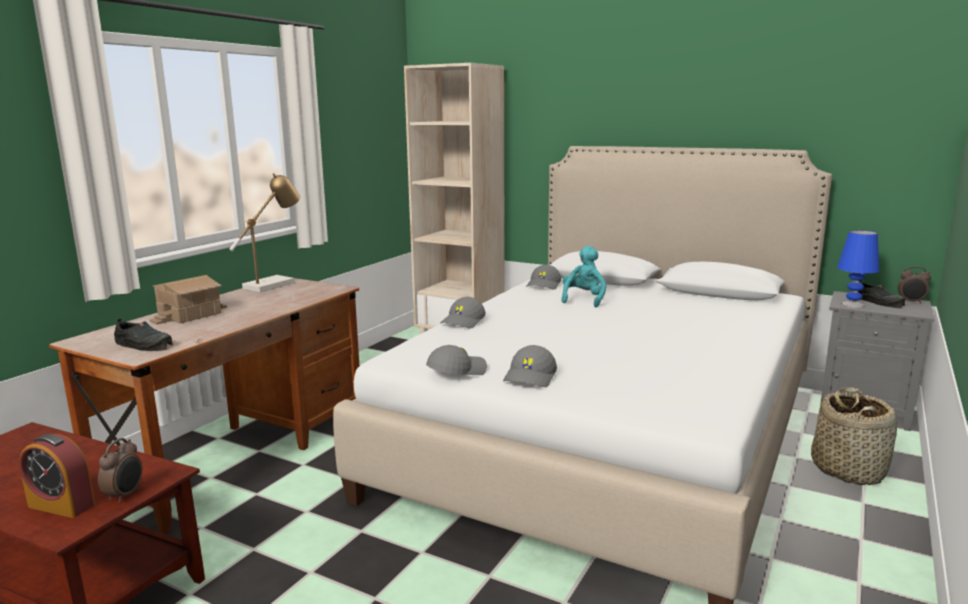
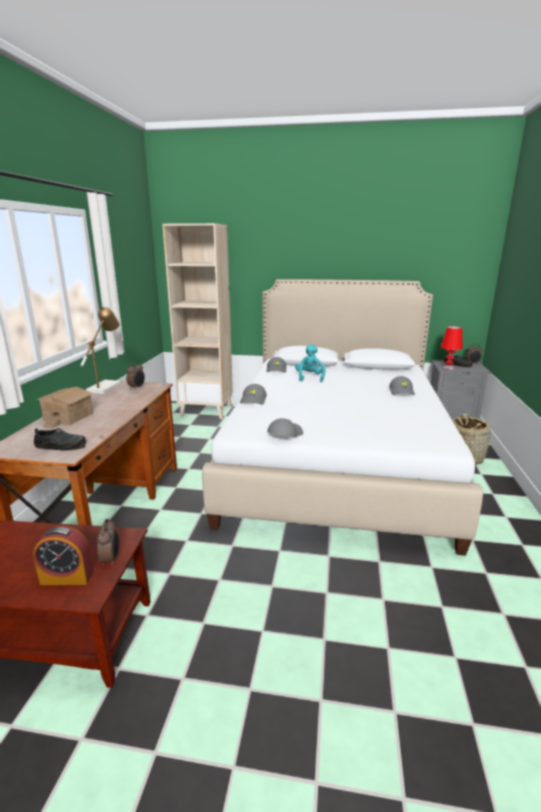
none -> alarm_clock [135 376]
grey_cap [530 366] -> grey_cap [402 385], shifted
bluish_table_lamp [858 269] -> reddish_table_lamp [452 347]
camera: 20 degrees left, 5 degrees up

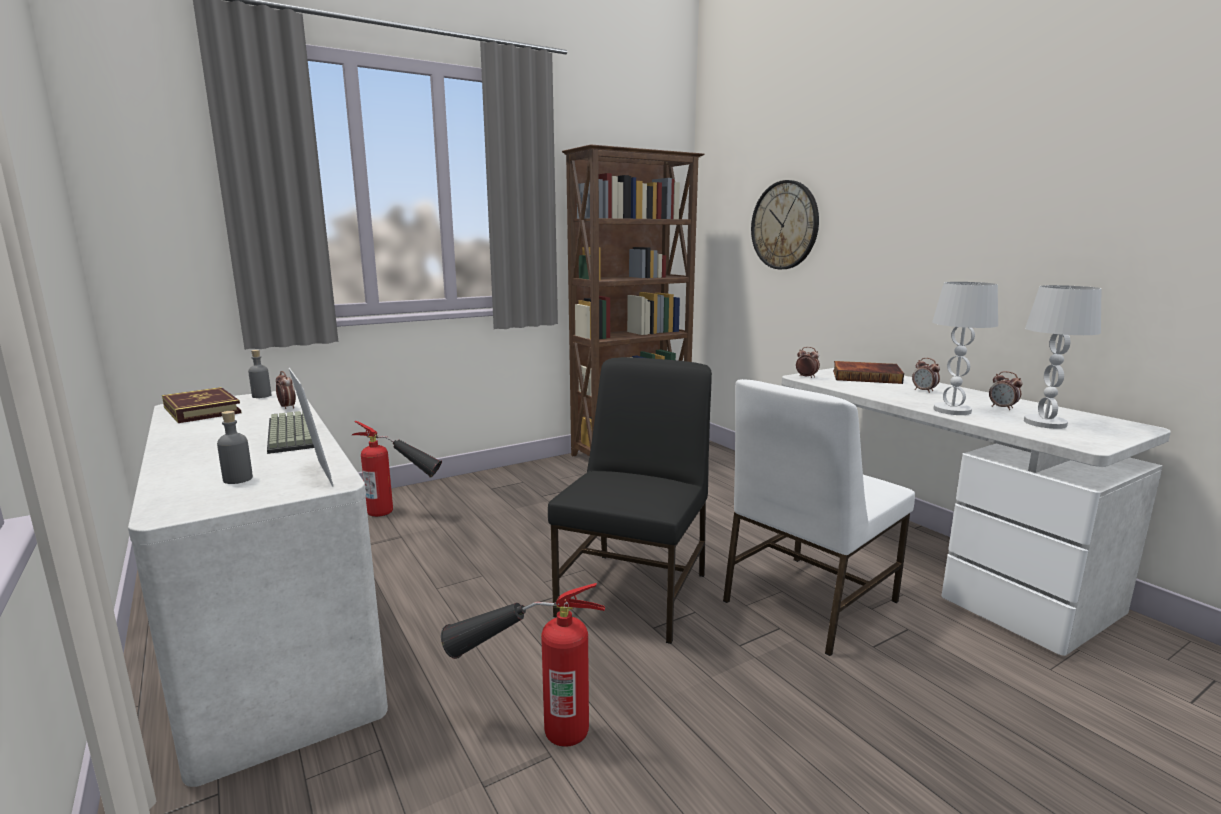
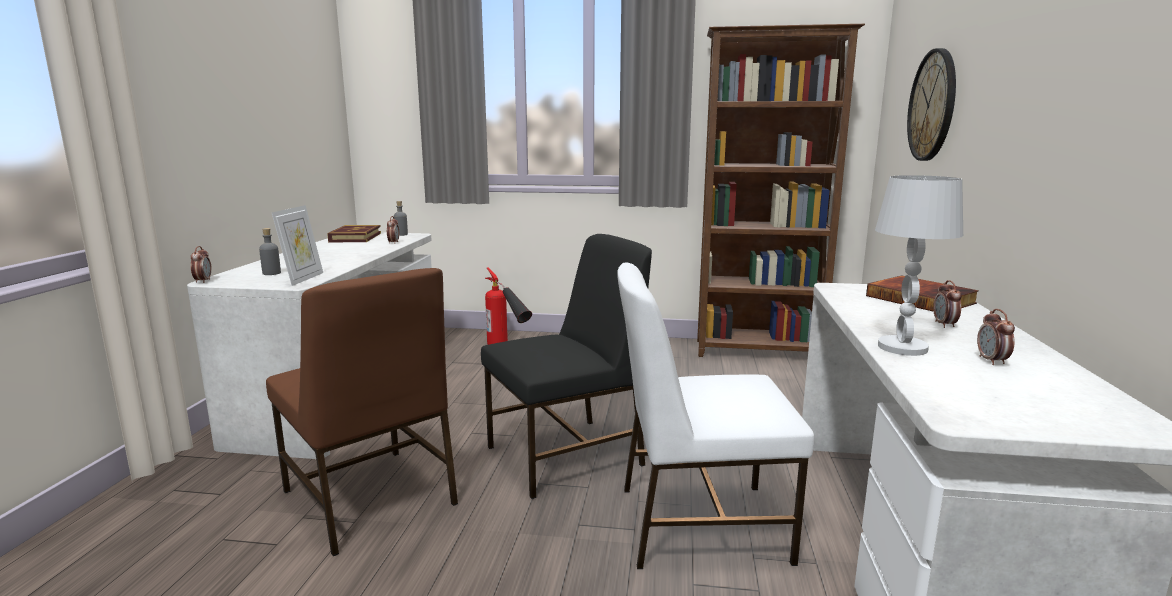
PC_keyboard [290 432] -> none
whitish_table_lamp [1062 357] -> none
alarm_clock [808 362] -> alarm_clock [201 264], shifted
fire_extinguisher [523 665] -> brownish_plain_chair [362 412]
camera: 40 degrees right, 0 degrees up

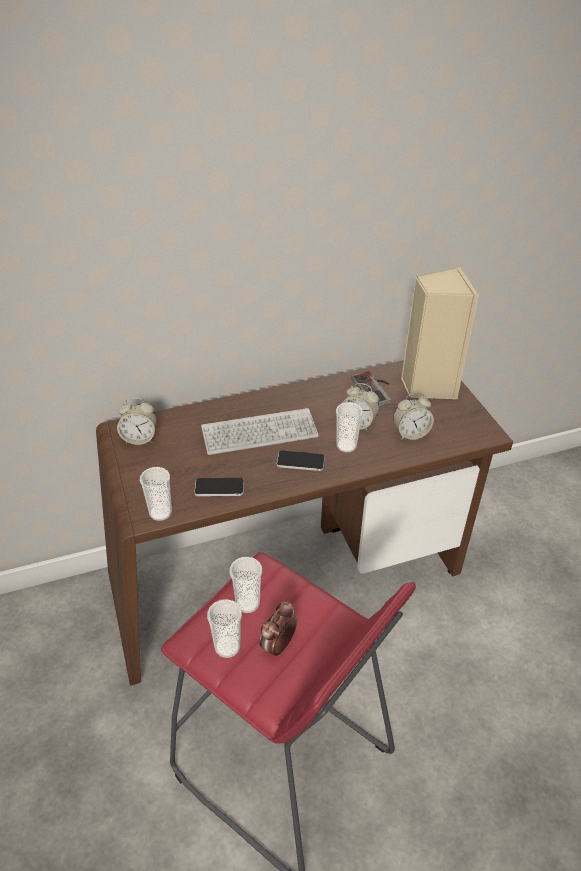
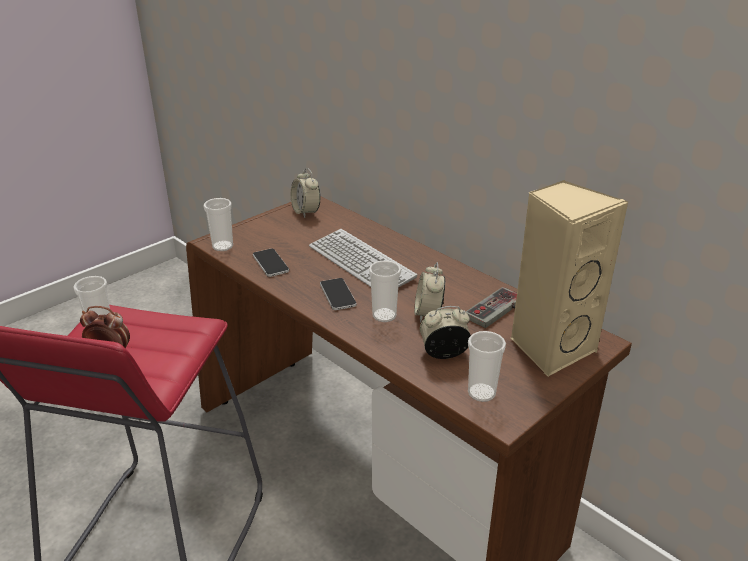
small_cup [245 585] -> small_cup [487 366], shifted
alarm_clock [413 416] -> alarm_clock [445 332], 120 degrees clockwise
camera: 65 degrees right, 10 degrees down

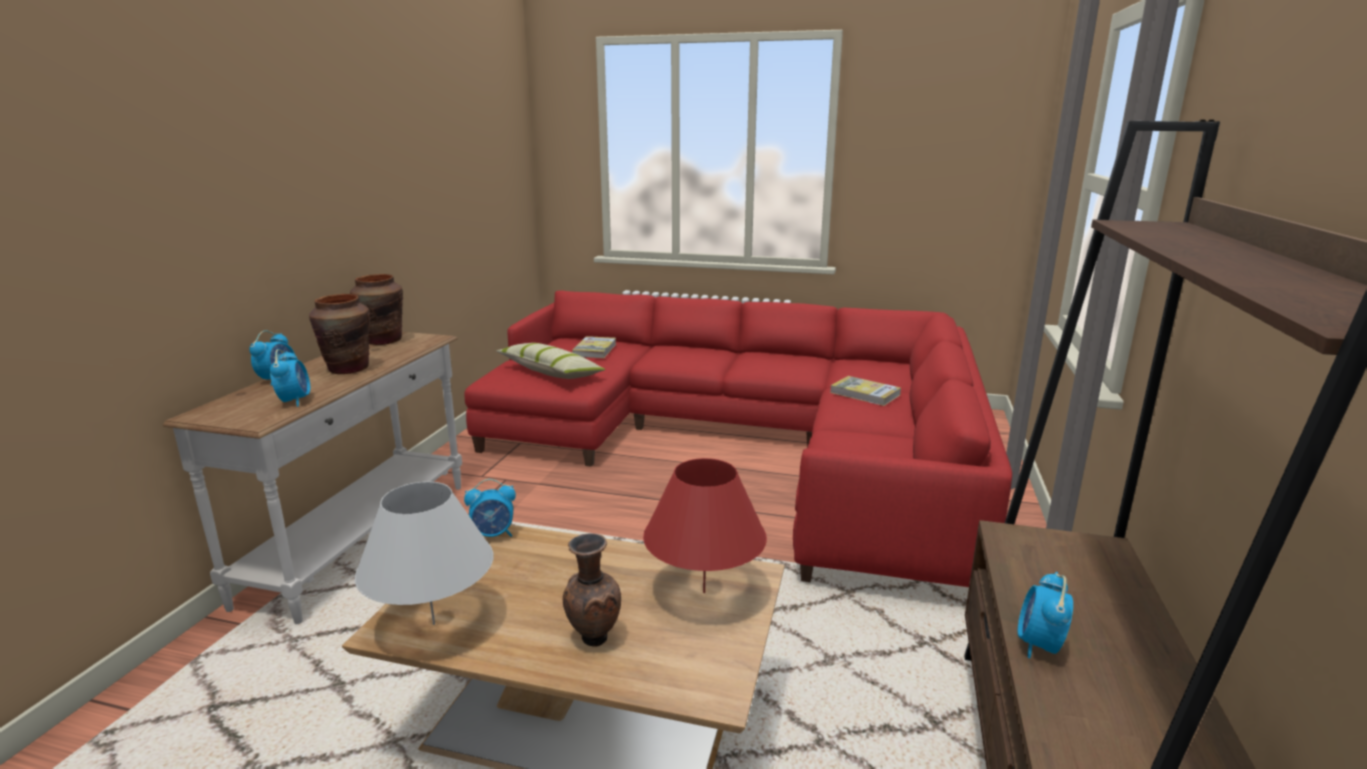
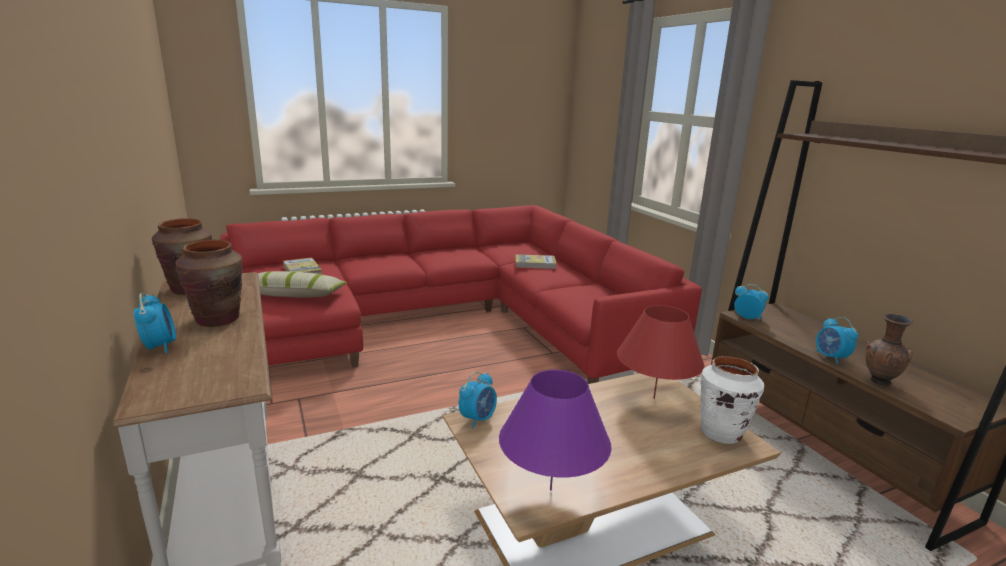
none -> whitish_decorative_vase [732 400]
alarm_clock [290 378] -> alarm_clock [751 302], shifted
brownish_decorative_vase [592 590] -> brownish_decorative_vase [889 350], shifted
whitish_table_lamp [424 553] -> purple_table_lamp [555 430]
camera: 40 degrees left, 0 degrees up

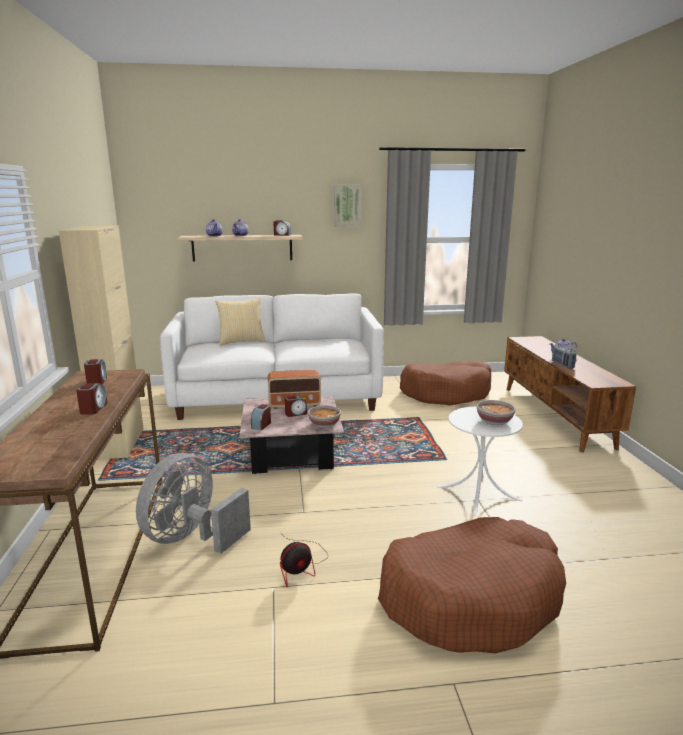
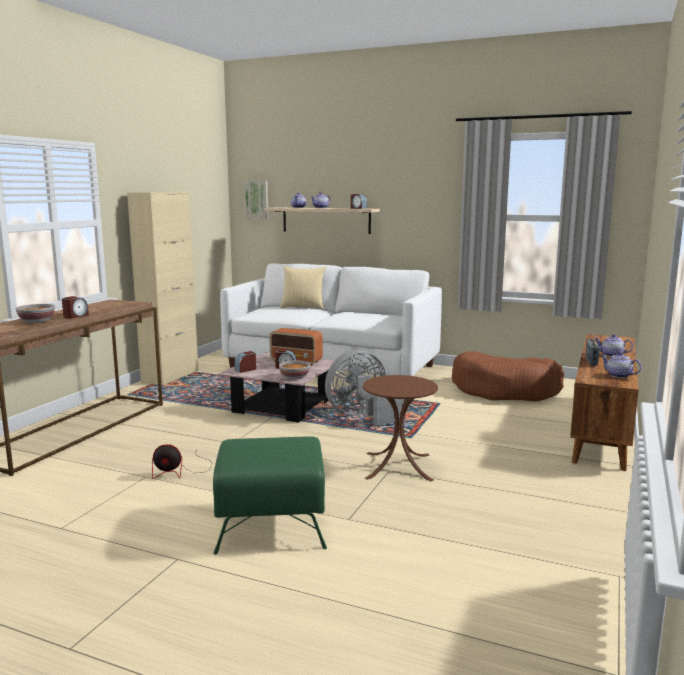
alarm_clock [95 371] -> none
none -> teapot [621 365]
grey_cooling_fan [193 503] -> grey_cooling_fan [365 388], shifted
picture [348 206] -> picture [256 199], shifted
bowl [496 412] -> bowl [35 313], shifted
brownish_pet_bed [472 585] -> green_pouffe [270 496]
whitish_side_table [480 461] -> brownish_side_table [400 428]
camera: 30 degrees right, 5 degrees down

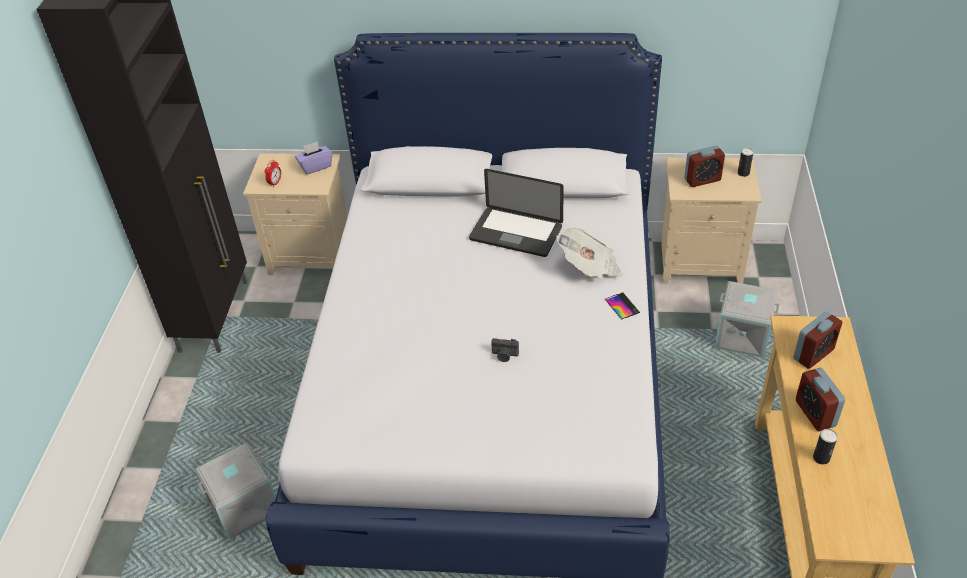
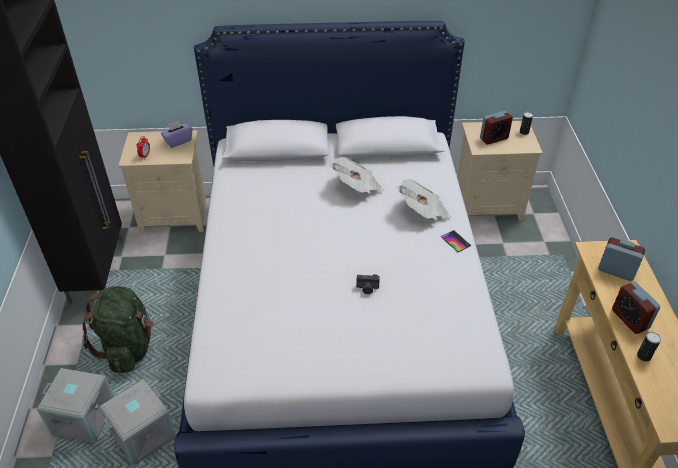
none -> green_backpack [118 329]
grey_storage_bin [746 319] -> grey_storage_bin [75 405], shifted
notebook_computer [516 213] -> daily_paper [357 175]
alarm_clock [817 340] -> alarm_clock [621 259], 105 degrees counterclockwise
camera: 10 degrees left, 0 degrees up

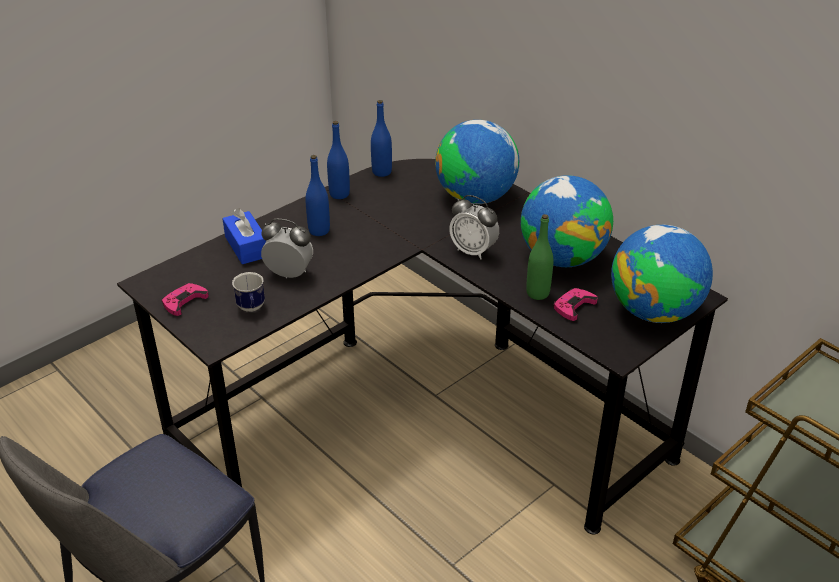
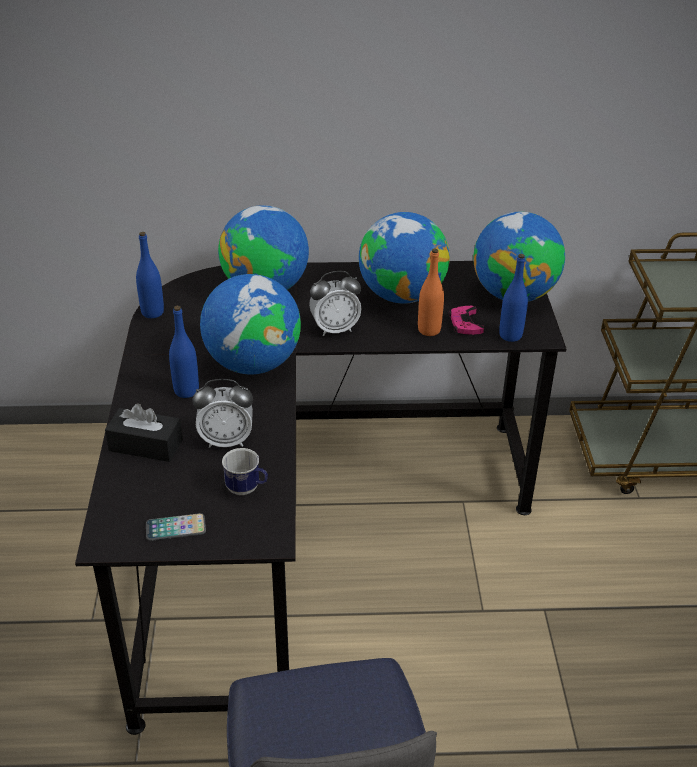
none -> world_globe [250 324]
bluish_beverage_bottle [338 160] -> bluish_beverage_bottle [513 298], shifted
pink_joypad [185 299] -> telephone [176 527]
bluish_tissue_box [244 236] -> black_tissue_box [144 432]
green_beverage_bottle [539 257] -> orangey_beverage_bottle [431 292]
alarm_clock [287 248] -> alarm_clock [222 413], 150 degrees counterclockwise
camera: 50 degrees left, 0 degrees up

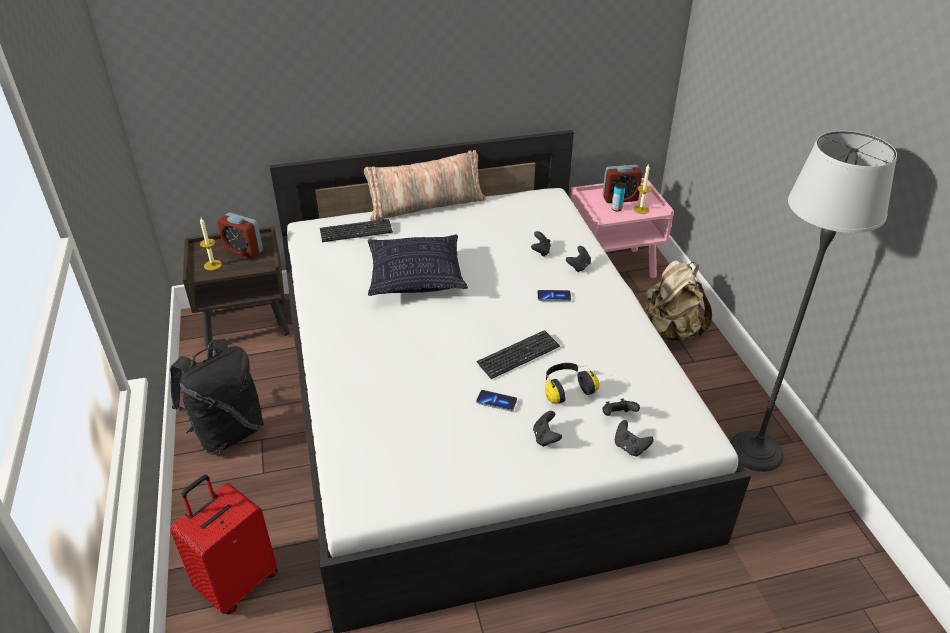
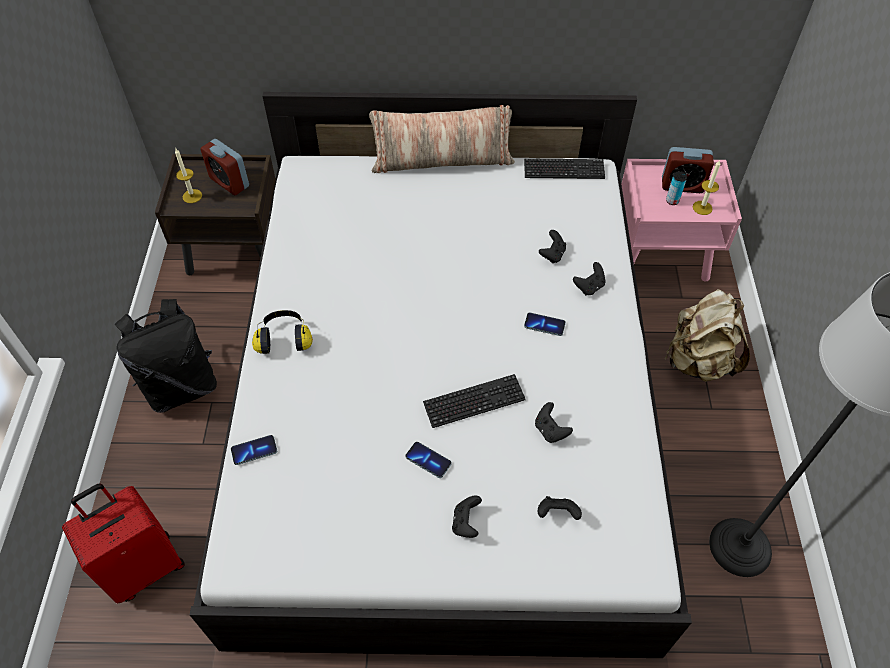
throw_pillow [418 265] -> none
none -> telephone [254 450]
PC_keyboard [356 230] -> PC_keyboard [564 168], shifted
headset [572 383] -> headset [282 332], shifted
black_joypad [634 438] -> black_joypad [554 422], shifted
camera: 15 degrees right, 15 degrees up

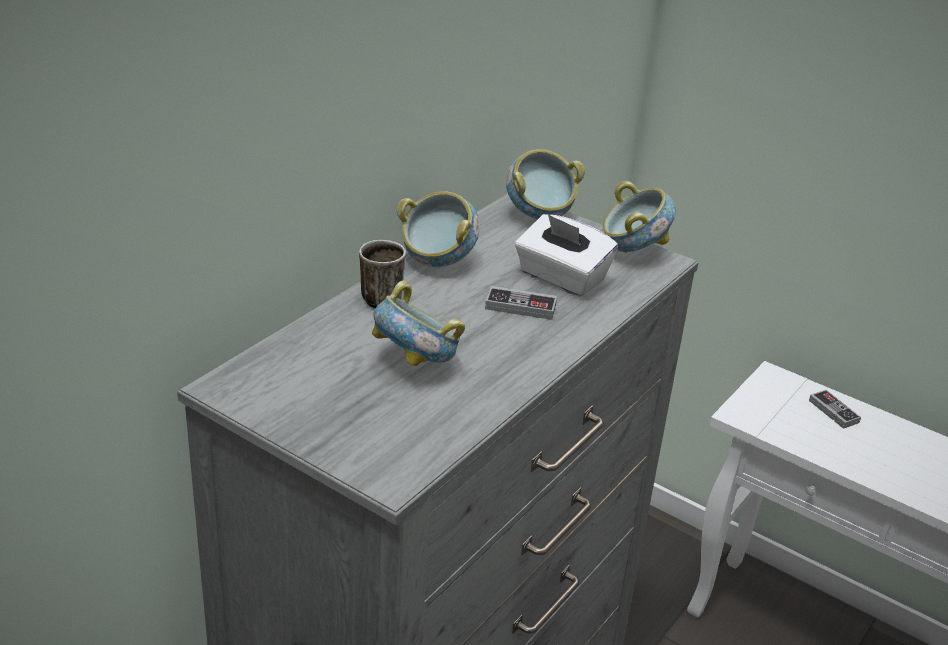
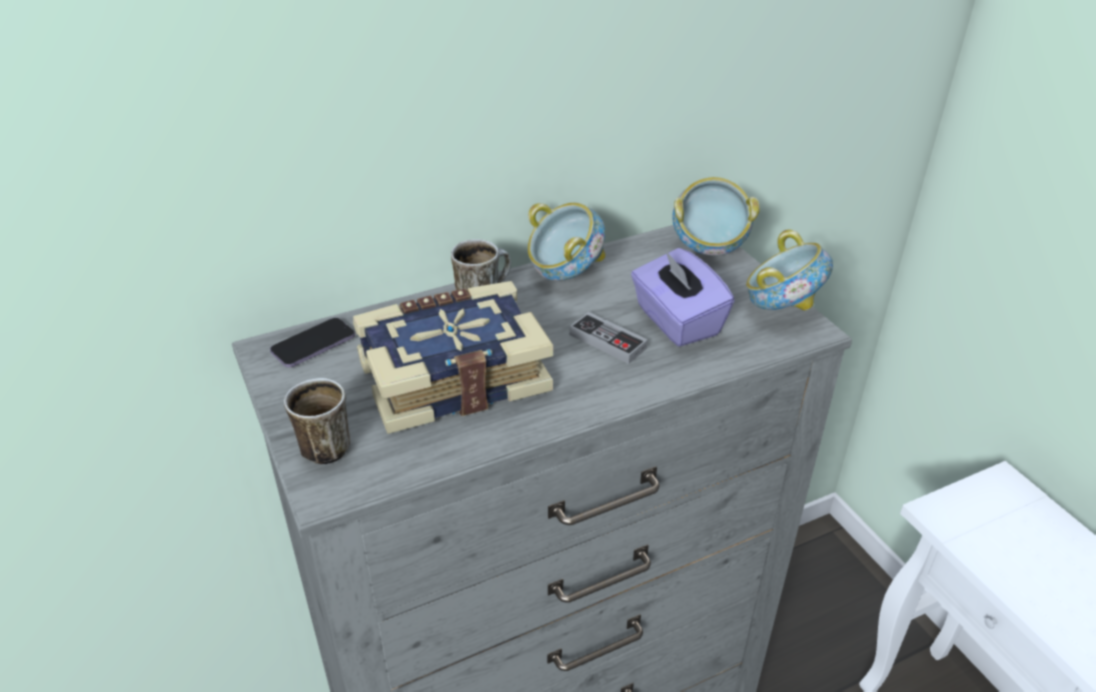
joypad [835 409] -> none
none -> telephone [312 343]
none -> coffee_mug [317 421]
bowl [418 323] -> book [453 357]
whitish_tissue_box [566 255] -> purple_tissue_box [682 297]
camera: 30 degrees right, 5 degrees up

